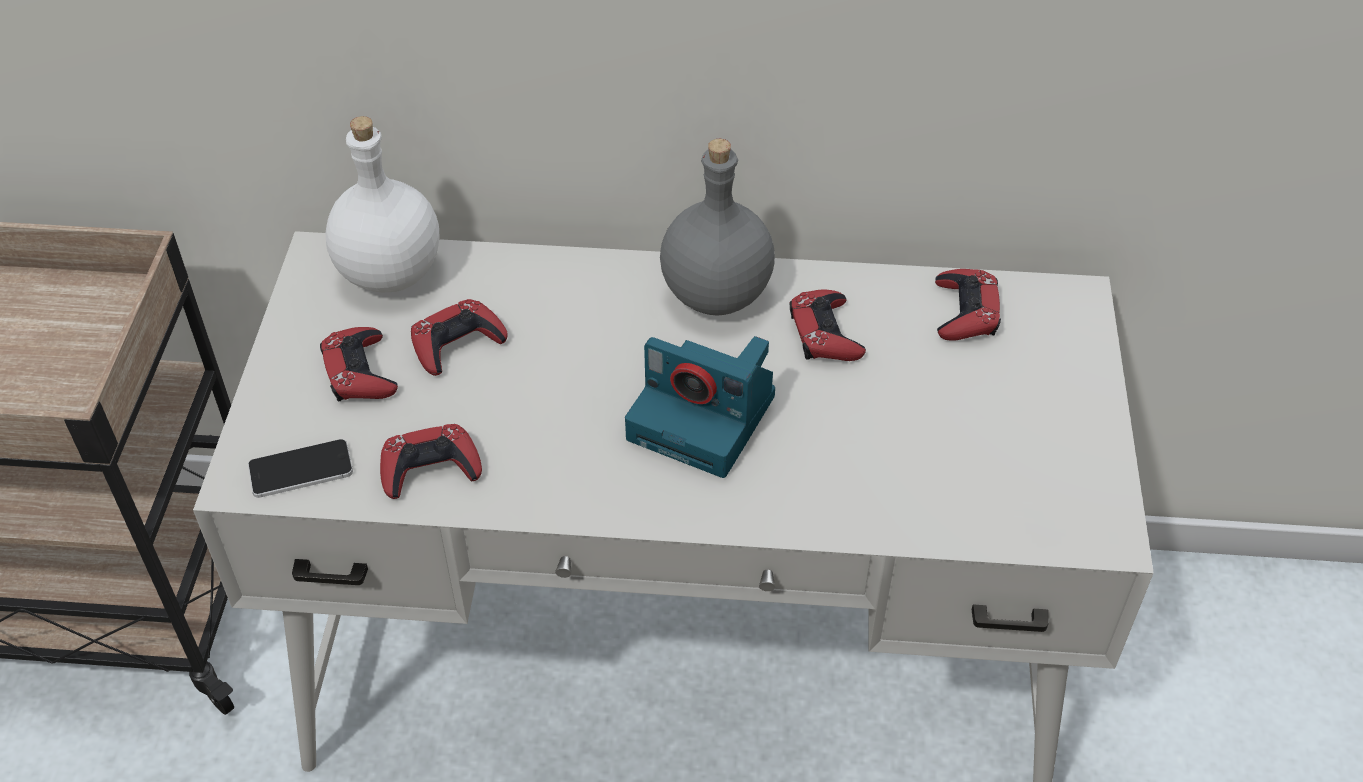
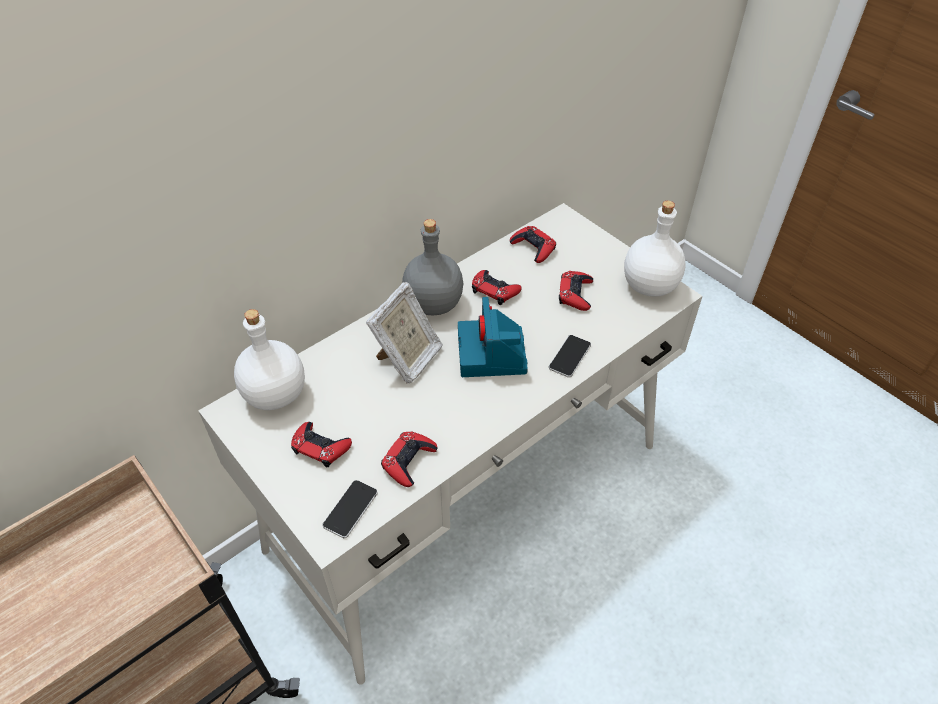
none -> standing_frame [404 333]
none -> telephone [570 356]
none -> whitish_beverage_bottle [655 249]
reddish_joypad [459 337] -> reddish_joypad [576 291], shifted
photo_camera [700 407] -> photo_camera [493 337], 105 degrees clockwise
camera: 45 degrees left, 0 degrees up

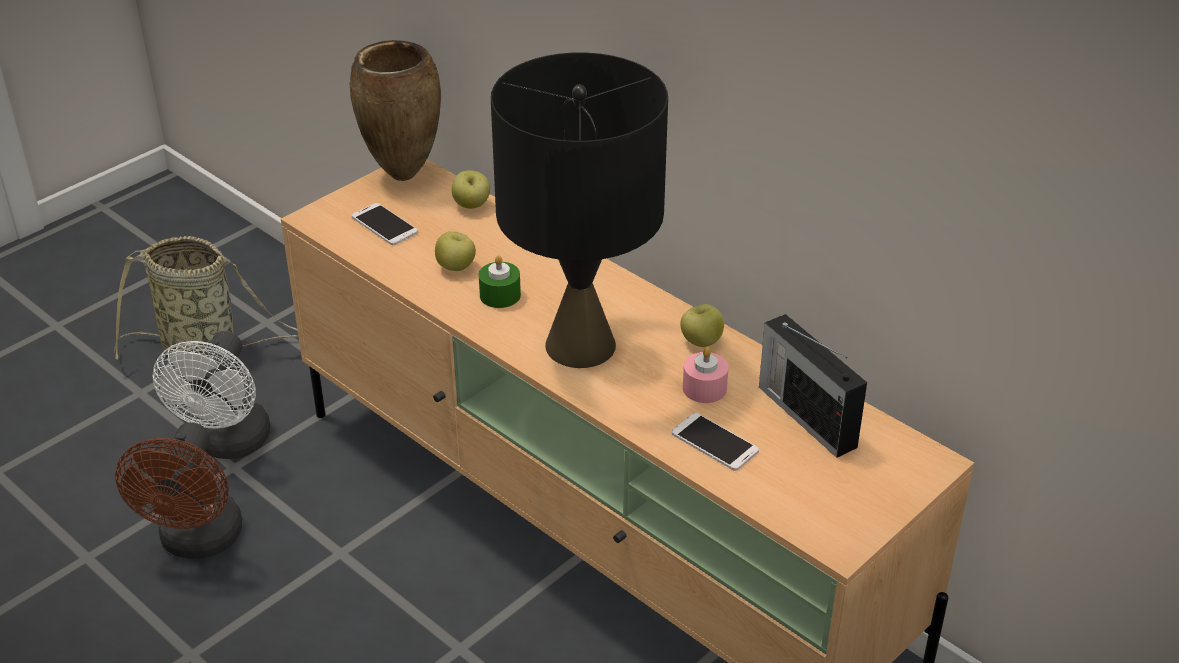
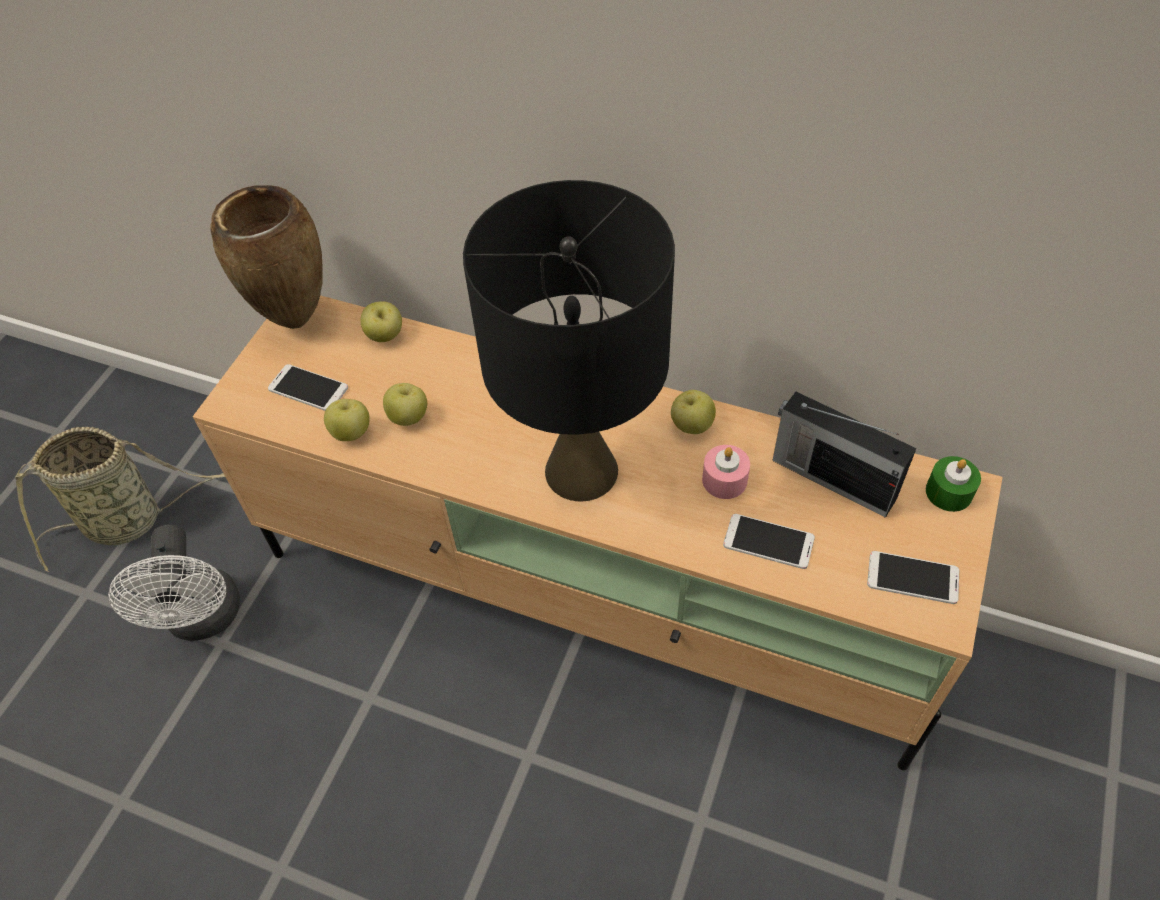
brownish_cooling_fan [178 490] -> none
none -> whole_apple [347 420]
none -> telephone [913 577]
green_candle [500 281] -> green_candle [953 484], shifted
camera: 20 degrees left, 15 degrees up

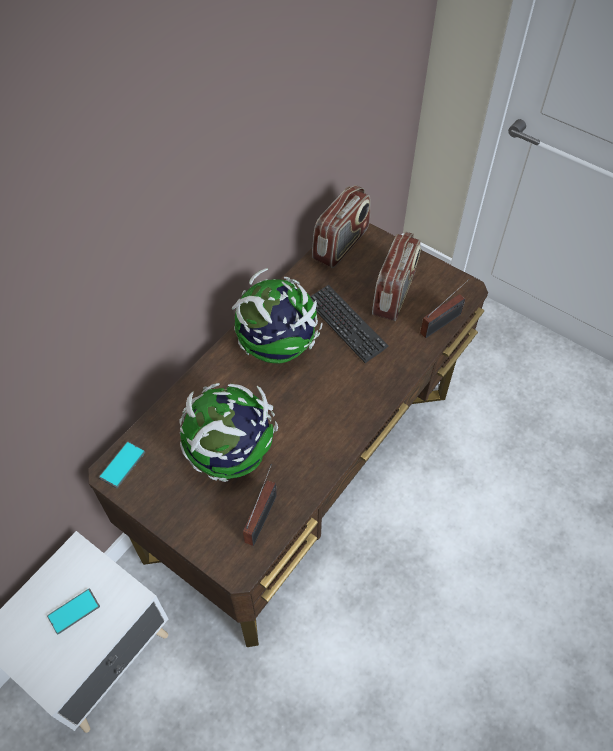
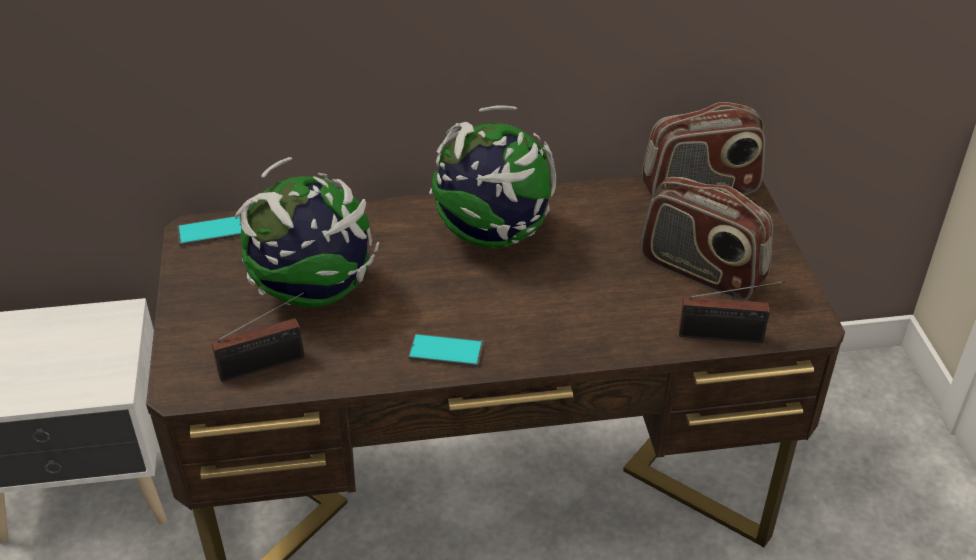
PC_keyboard [349 324] -> none
telephone [73 612] -> telephone [446 350], shifted
radio_receiver [396 276] -> radio_receiver [706 239], 60 degrees clockwise
camera: 45 degrees right, 15 degrees down

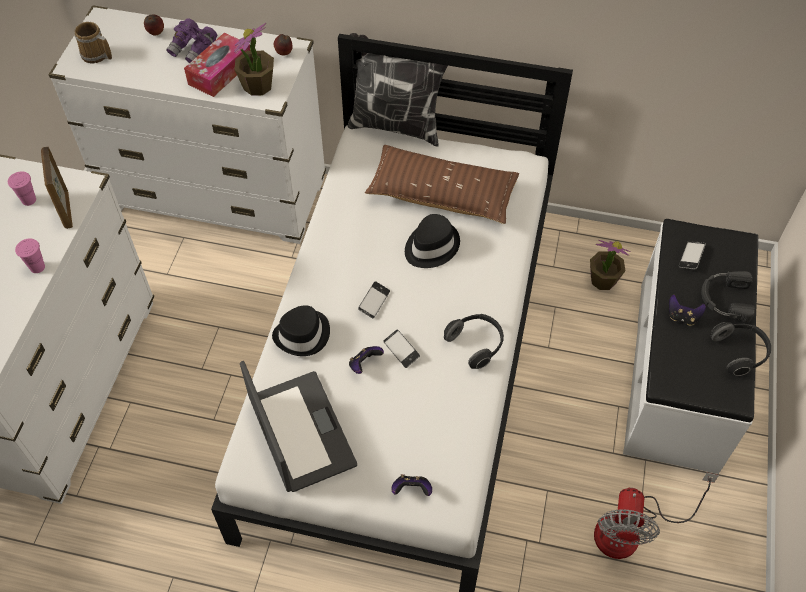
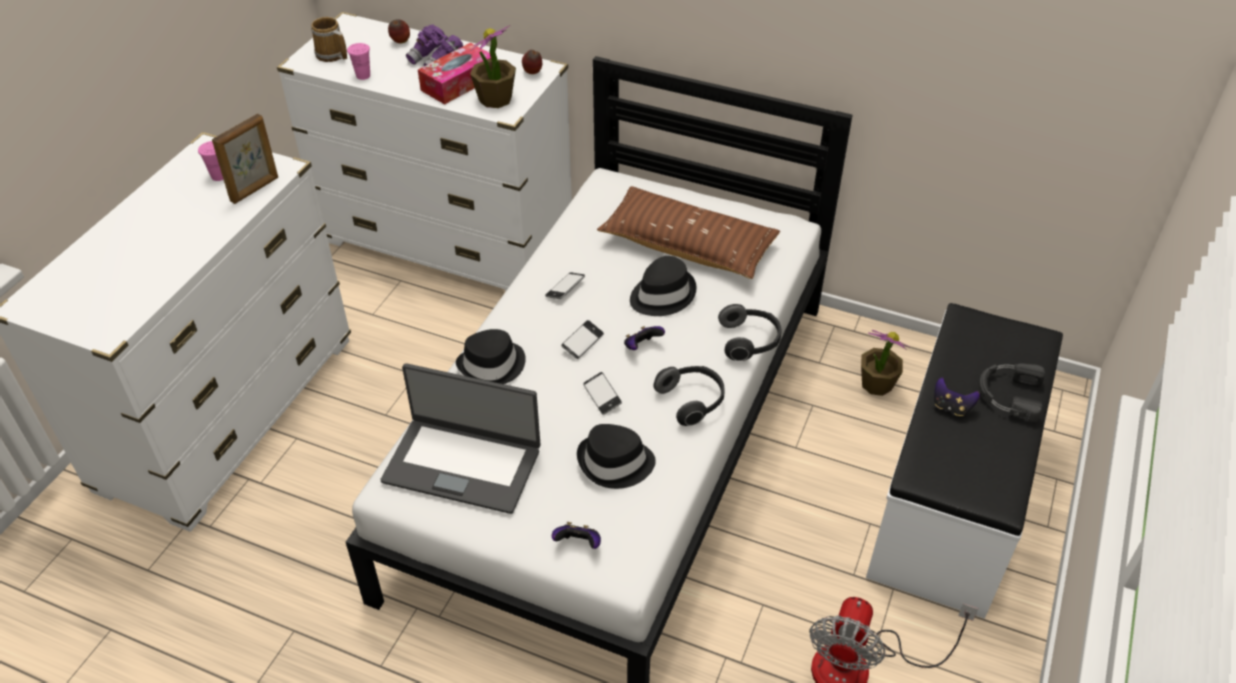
throw_pillow [397 89] -> none
none -> black_wearable_hat [616 456]
pink_small_cup [30 256] -> pink_small_cup [358 61], shifted
joypad [366 360] -> joypad [644 338], shifted
telephone [692 255] -> telephone [565 285], shifted
headset [740 349] -> headset [749 332], shifted
standing_frame [57 188] -> standing_frame [245 159], 135 degrees counterclockwise
notebook_computer [298 426] -> notebook_computer [461 438], 120 degrees clockwise
camera: 10 degrees right, 10 degrees down

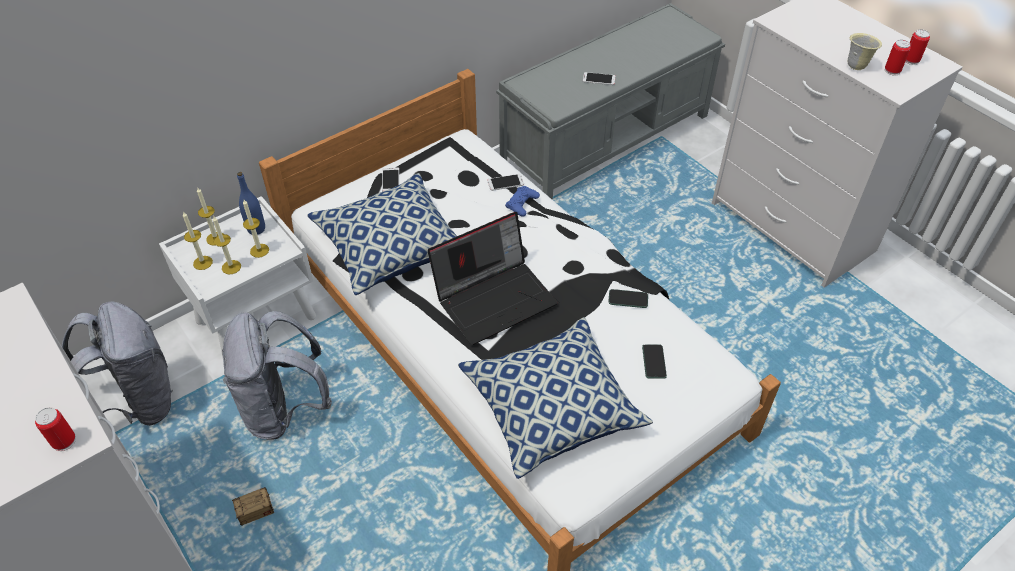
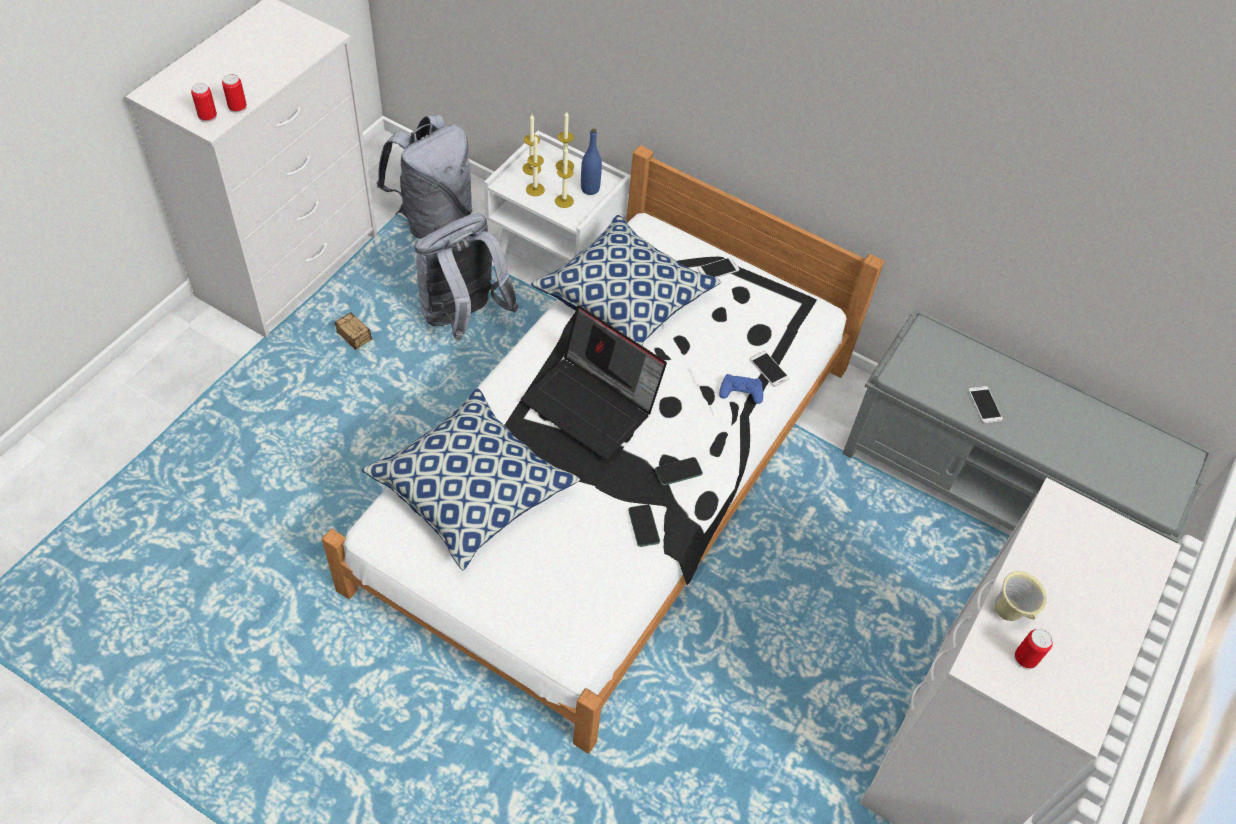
telephone [654 361] -> telephone [679 471], shifted
can [917 47] -> can [234 93], shifted
camera: 65 degrees right, 5 degrees up

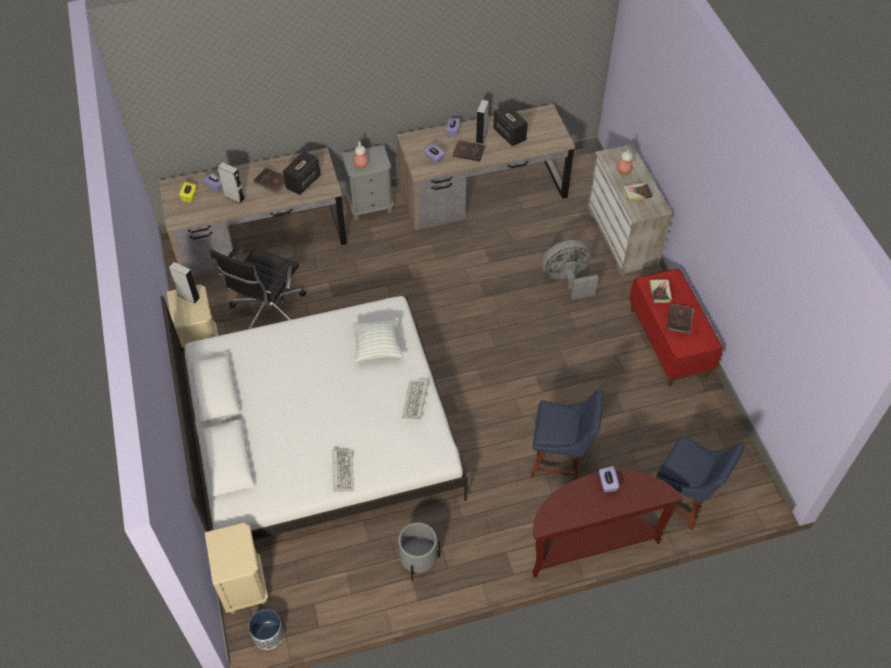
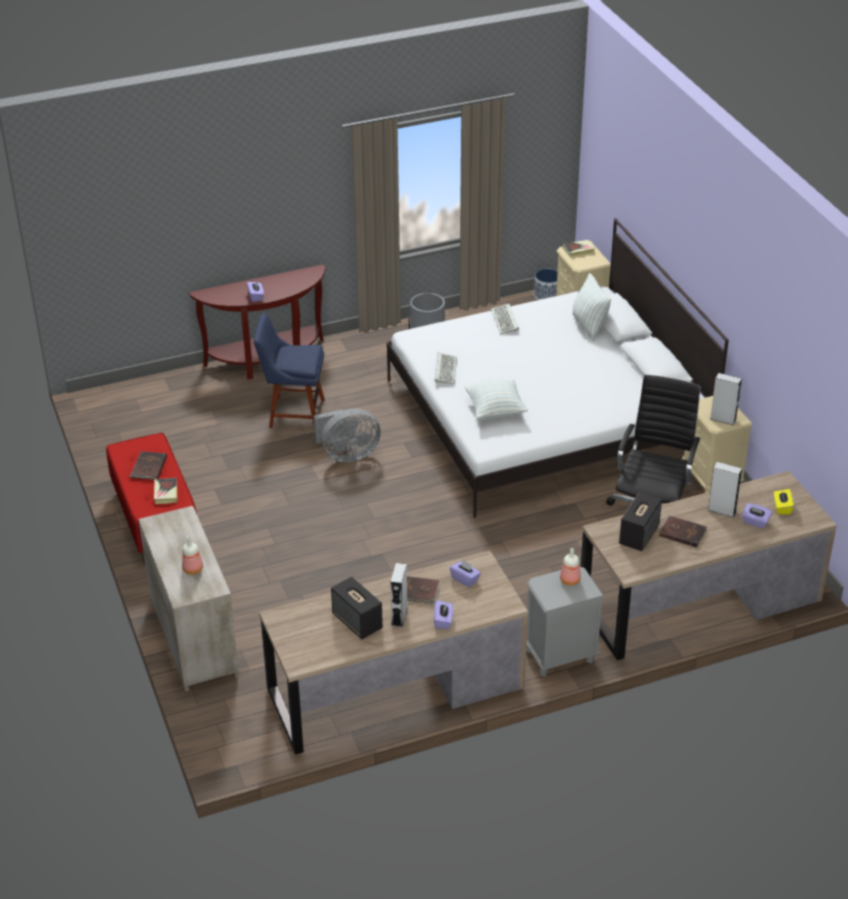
bluish_plain_chair [700 482] -> none
none -> throw_pillow [591 307]
grey_cooling_fan [570 270] -> grey_cooling_fan [347 435], shifted
book [638 192] -> book [579 248], shifted
camera: 175 degrees right, 15 degrees down

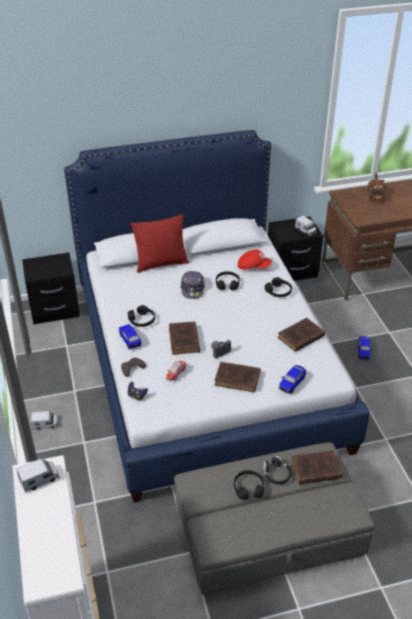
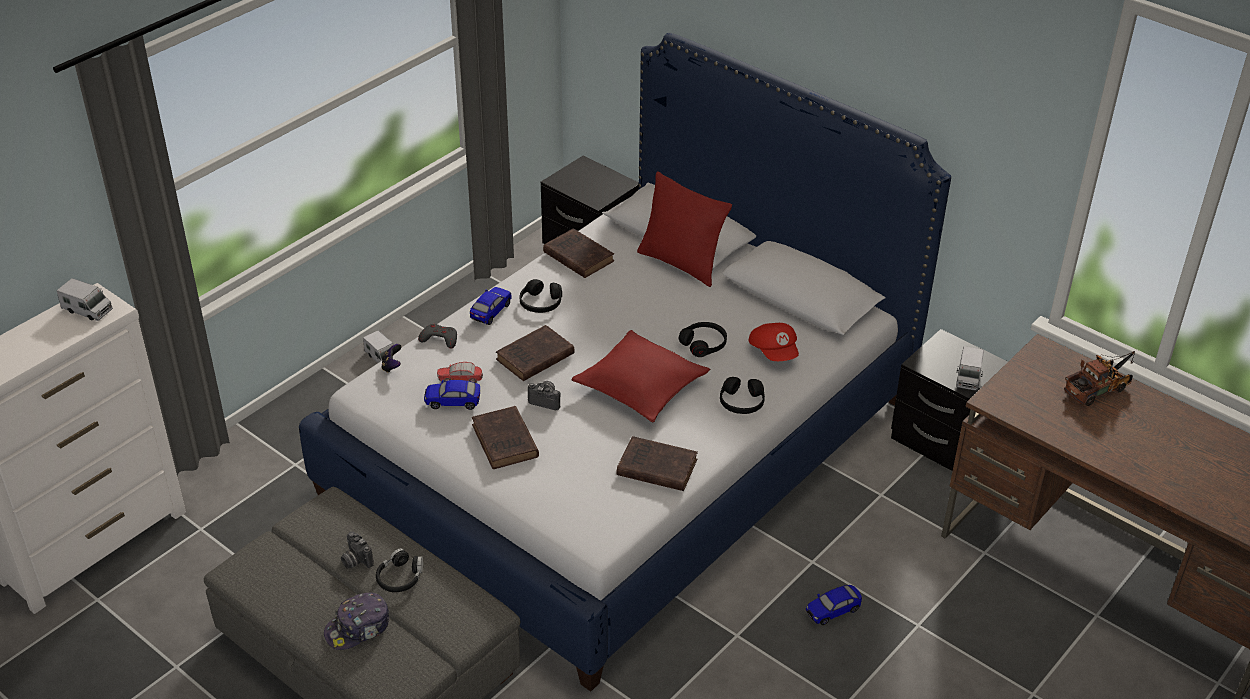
none -> reddish_throw_pillow [641 376]
cap [193 285] -> cap [356 621], shifted
toy_car [292 379] -> toy_car [452 395], shifted
brownish_book [317 467] -> brownish_book [578 253], shifted
black_headset [249 485] -> photo_camera [357 550]
camera: 55 degrees right, 0 degrees up

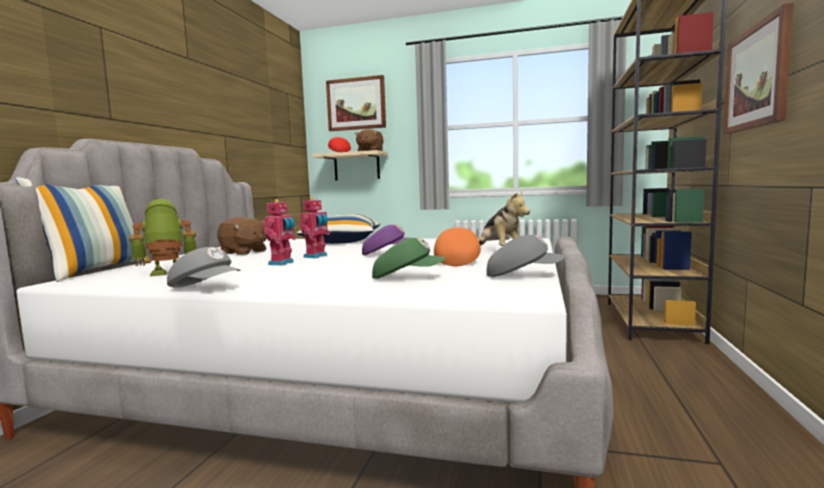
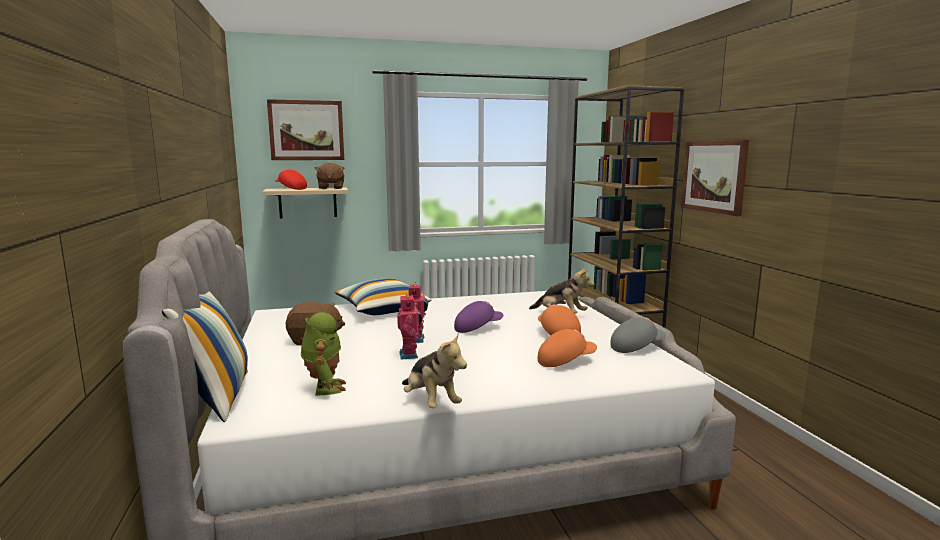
grey_cap [204 267] -> plush_toy [434 371]
green_cap [409 258] -> orangey_cap [567 348]
toy_robot [162 237] -> toy_robot [323 354], 135 degrees clockwise
camera: 30 degrees left, 5 degrees up

